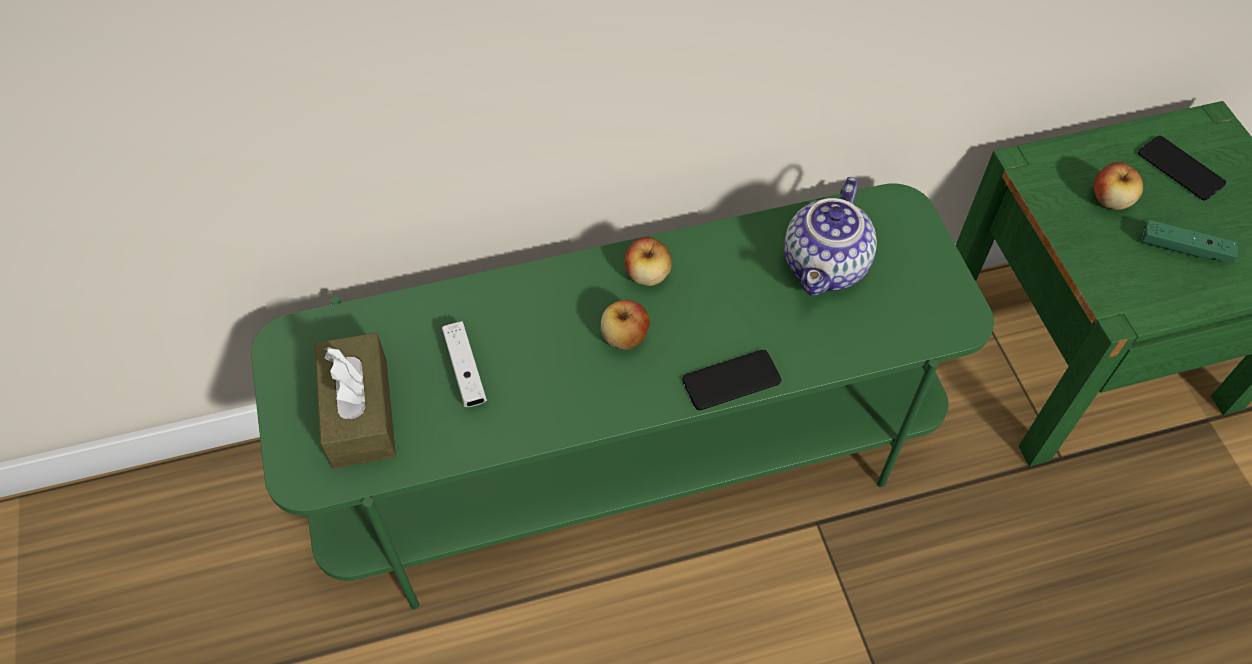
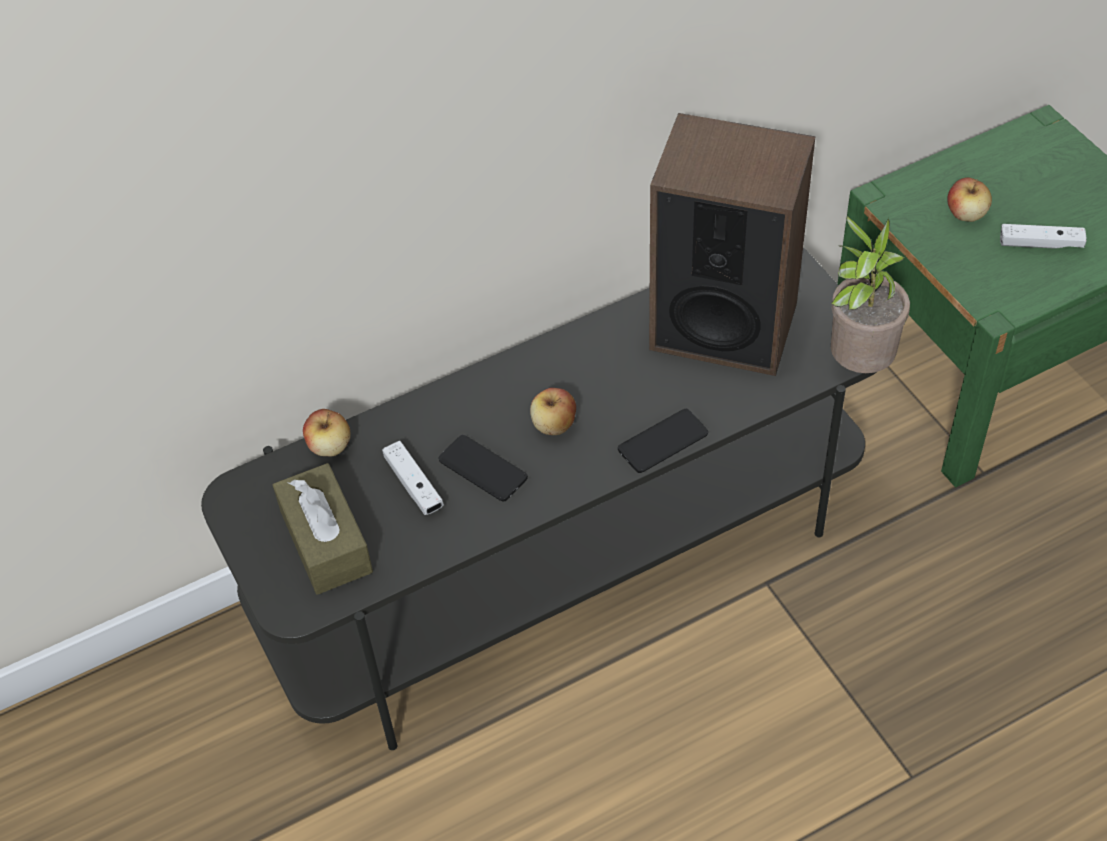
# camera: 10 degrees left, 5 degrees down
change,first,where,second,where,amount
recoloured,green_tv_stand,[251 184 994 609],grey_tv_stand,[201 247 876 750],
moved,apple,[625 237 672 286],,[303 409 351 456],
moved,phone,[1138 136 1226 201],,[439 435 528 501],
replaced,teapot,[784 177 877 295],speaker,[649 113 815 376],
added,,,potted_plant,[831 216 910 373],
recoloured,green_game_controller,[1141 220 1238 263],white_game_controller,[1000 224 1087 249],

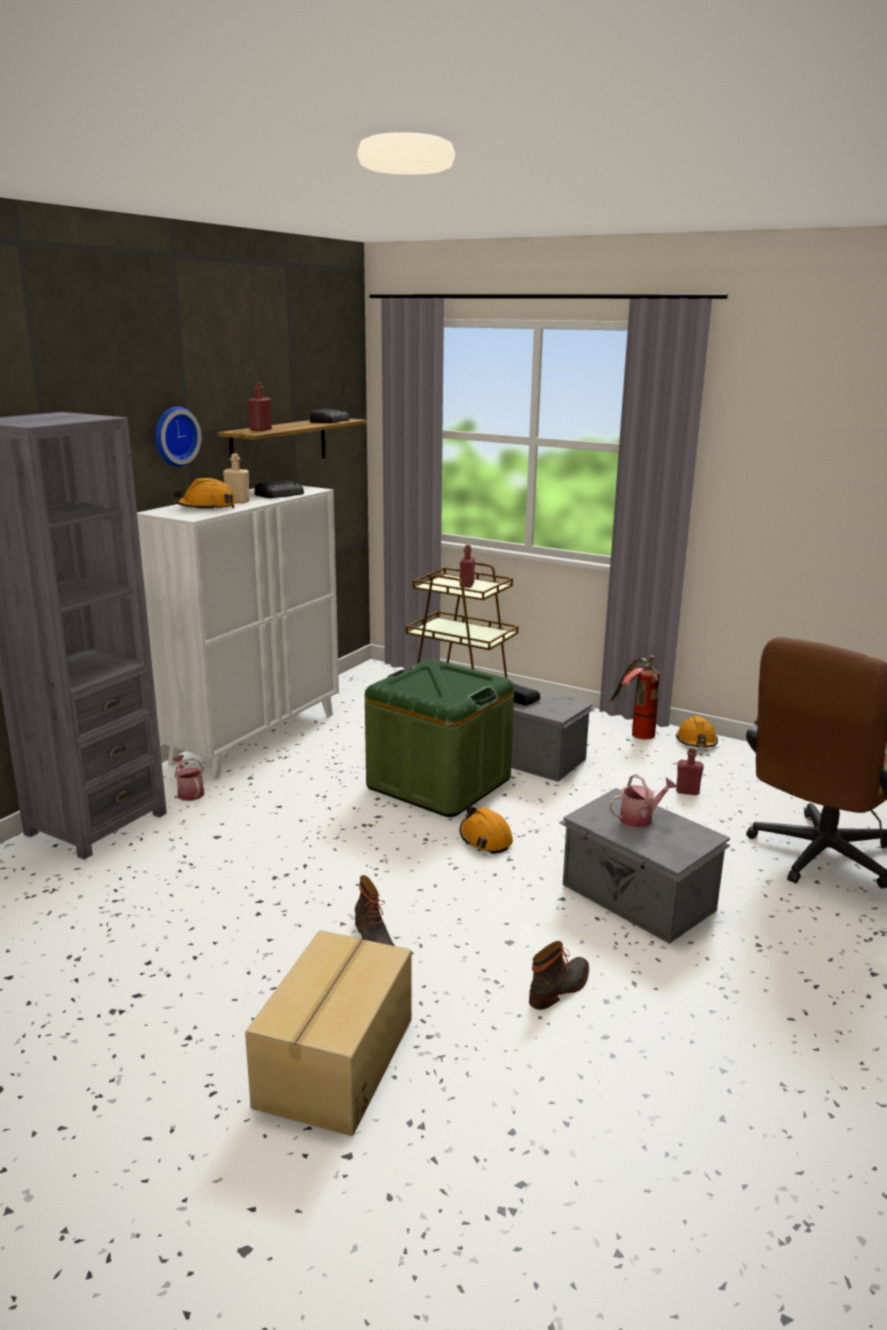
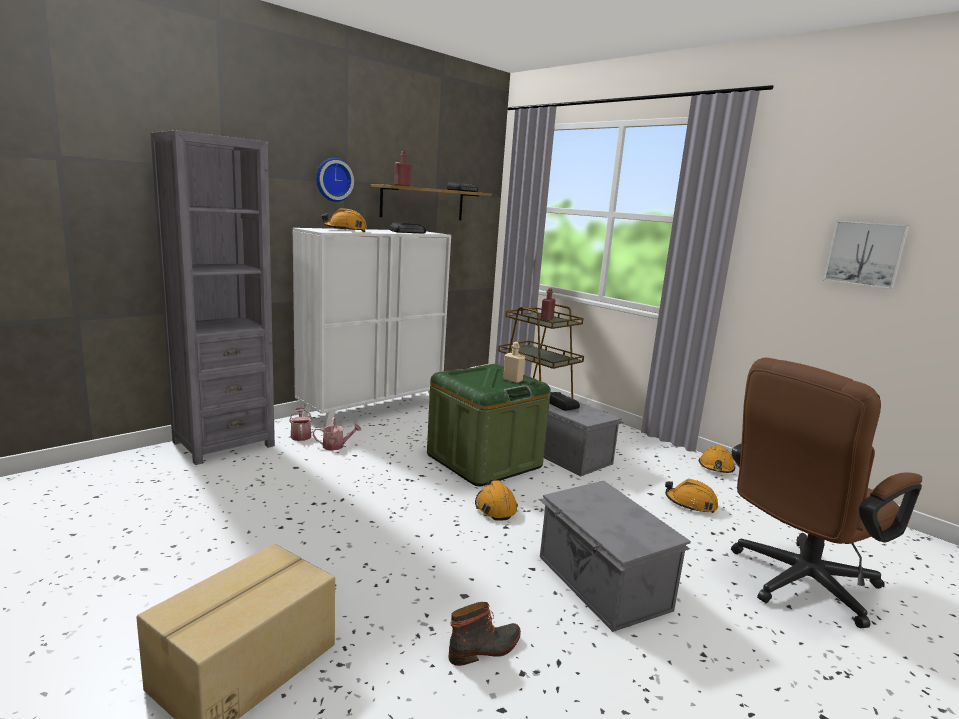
# camera: 15 degrees right, 5 degrees down
change,first,where,second,where,amount
moved,watering_can,[609 774 677 827],,[313 417 361 451],
moved,beige_bottle,[223 453 250 503],,[503 342 525 383],
replaced,red_bottle,[676 747 704 795],orange_hard_hat,[665 479 718 513],
added,,,picture,[823 221 909 289],
removed,boot,[355 875 395 946],,,
removed,fire_extinguisher,[609 655 660 739],,,

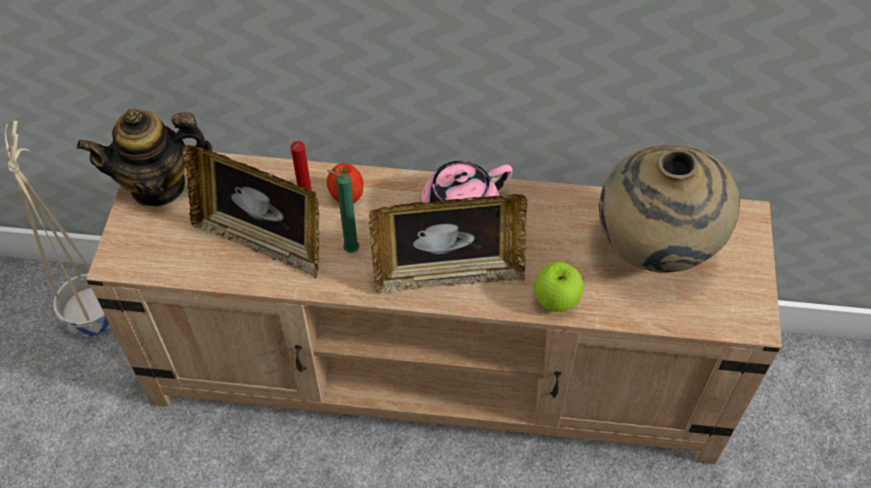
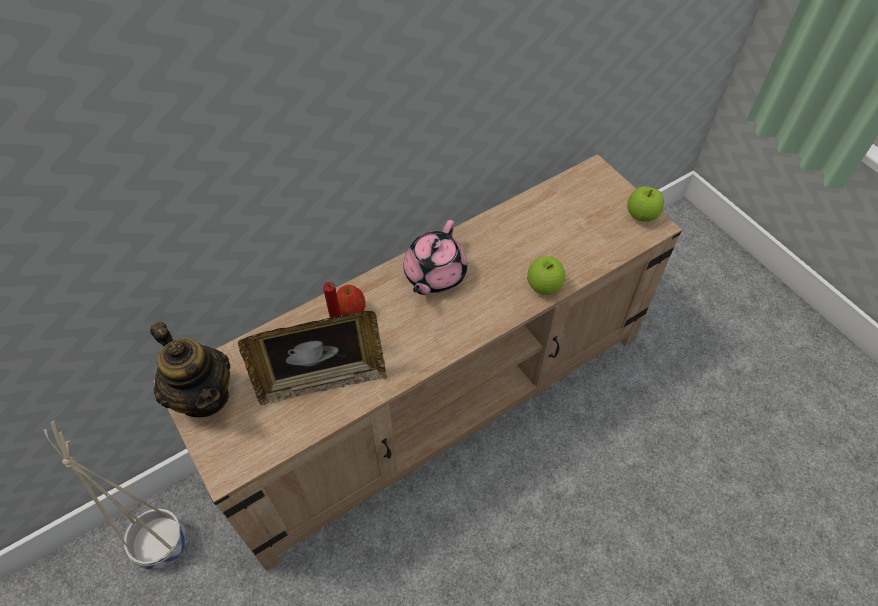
# camera: 40 degrees left, 0 degrees up
change,first,where,second,where,amount
turned,teapot,[77 109 212 207],,[150 322 230 417],75 degrees counterclockwise
added,,,apple,[627 186 664 222],
removed,green_candle,[327 170 359 253],,,
removed,picture_frame,[369 194 528 293],,,
removed,beige_vase,[599 145 740 273],,,

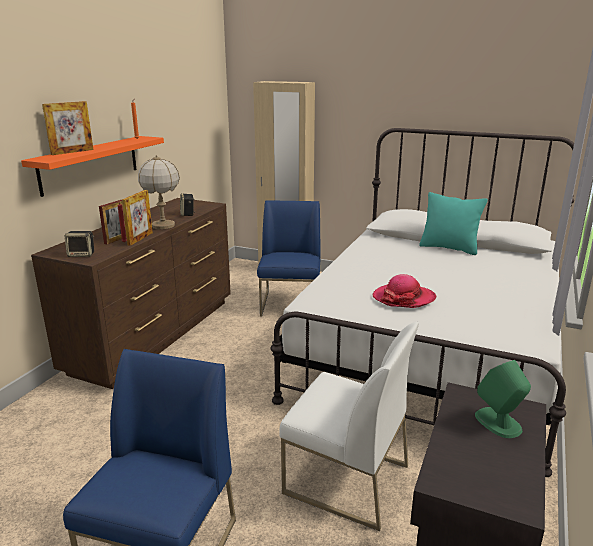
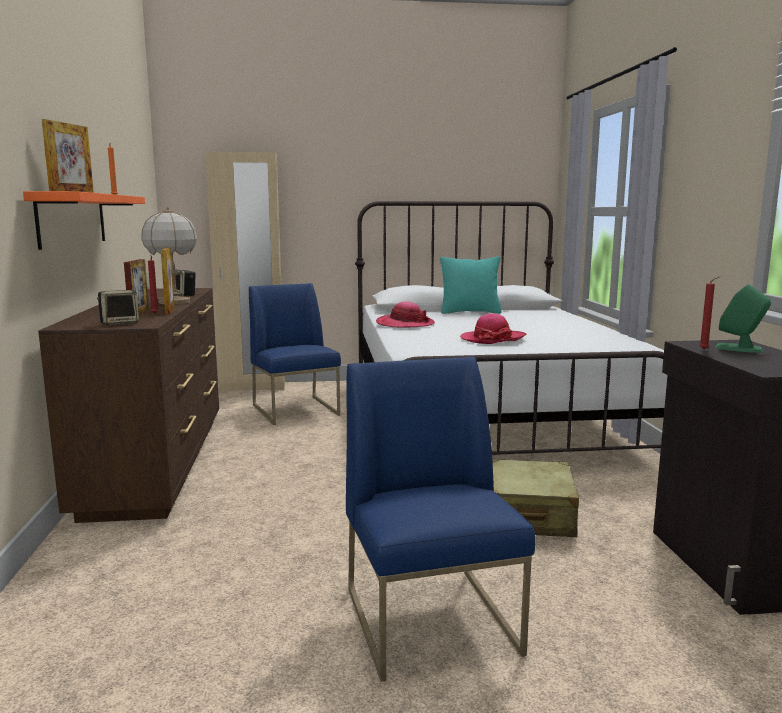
# camera: 30 degrees left, 10 degrees down
change,first,where,second,where,amount
added,,,hat,[376 301 435 328],
replaced,white_chair,[280 322 419 531],beige_suitcase,[492 459 579 537],
added,,,red_candle,[699 276 720 350],

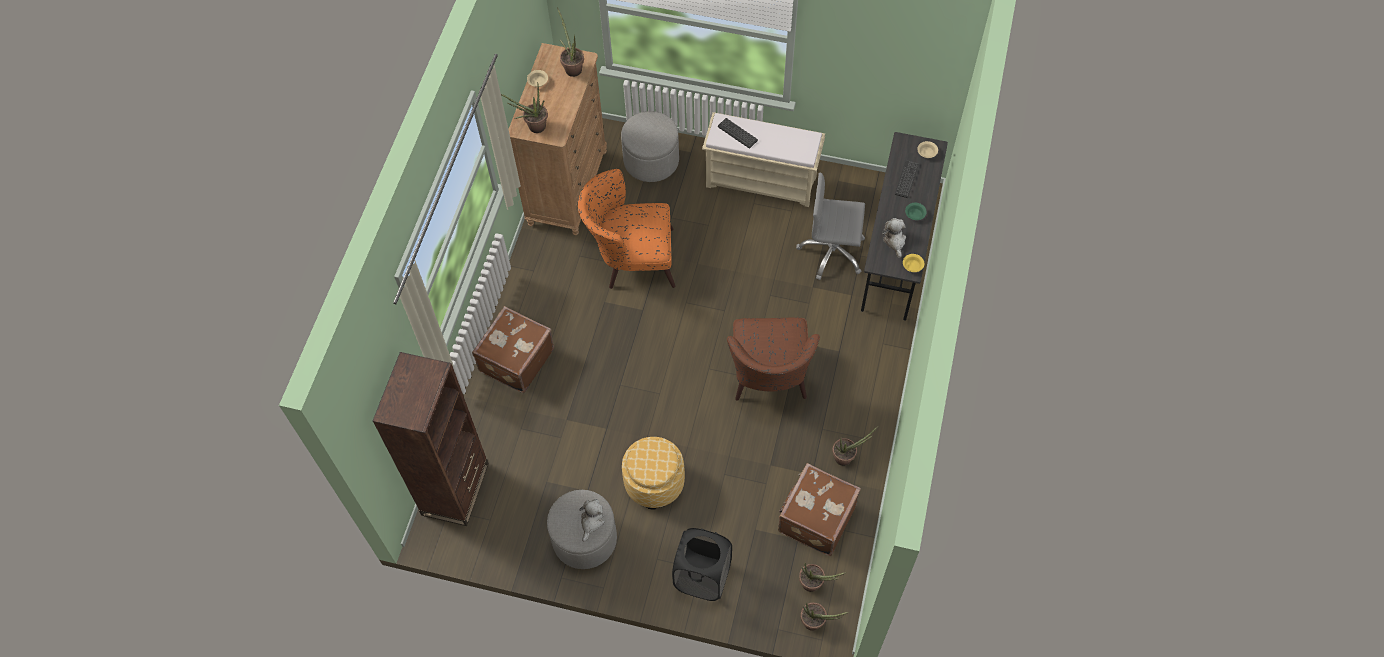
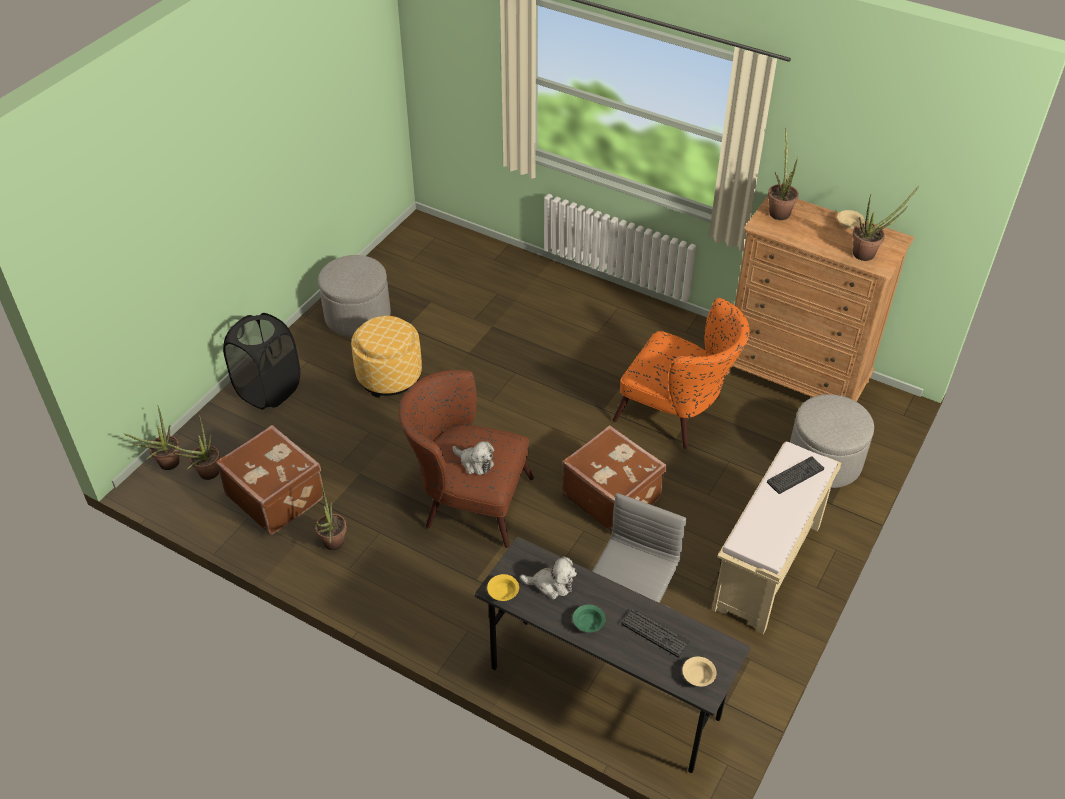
# camera: 105 degrees right, 15 degrees down
change,first,where,second,where,amount
moved,plush_toy,[579 499 605 541],,[452 441 494 475],
moved,brown_suitcase,[472 306 554 393],,[562 425 666 532],
turned,orange_armchair,[578 169 675 289],,[612 298 749 449],105 degrees clockwise
removed,brown_bookcase,[373 352 489 526],,,

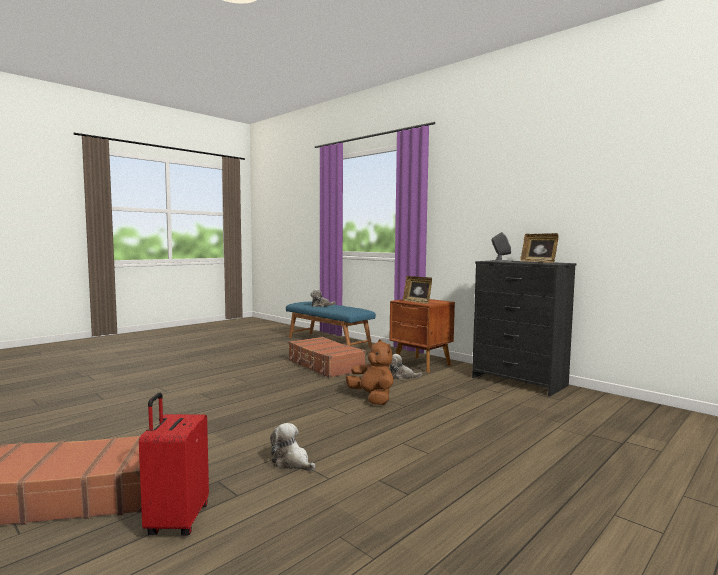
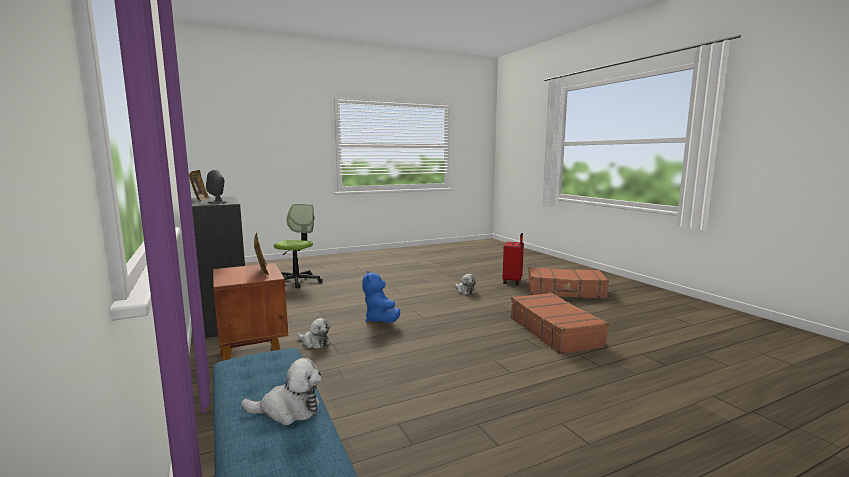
# camera: 160 degrees left, 5 degrees up
change,first,where,second,where,amount
added,,,office_chair,[274 204 323 289],
recoloured,brown_plush_toy,[346 339 394 405],blue_plush_toy,[362 271 400 323],
moved,brown_suitcase,[288 337 366 378],,[511 293 609 354],

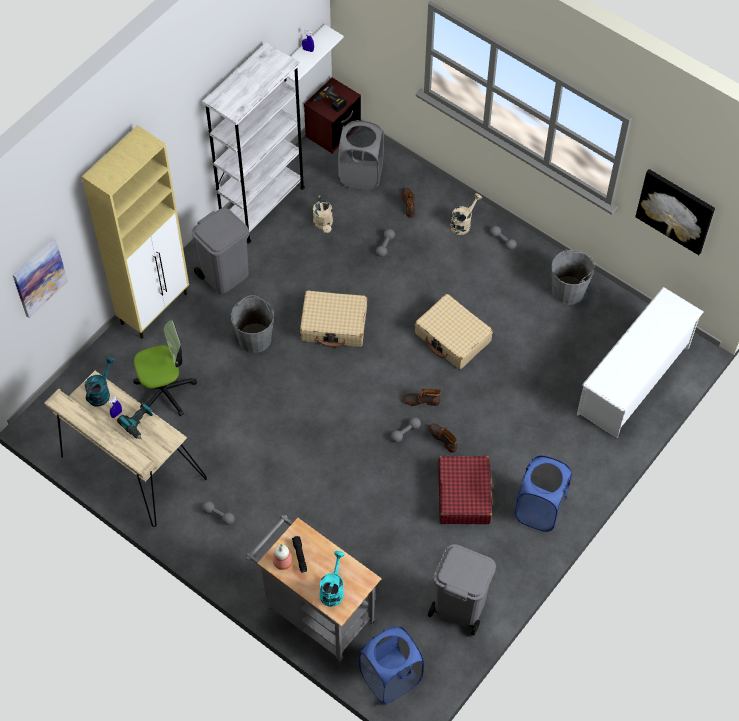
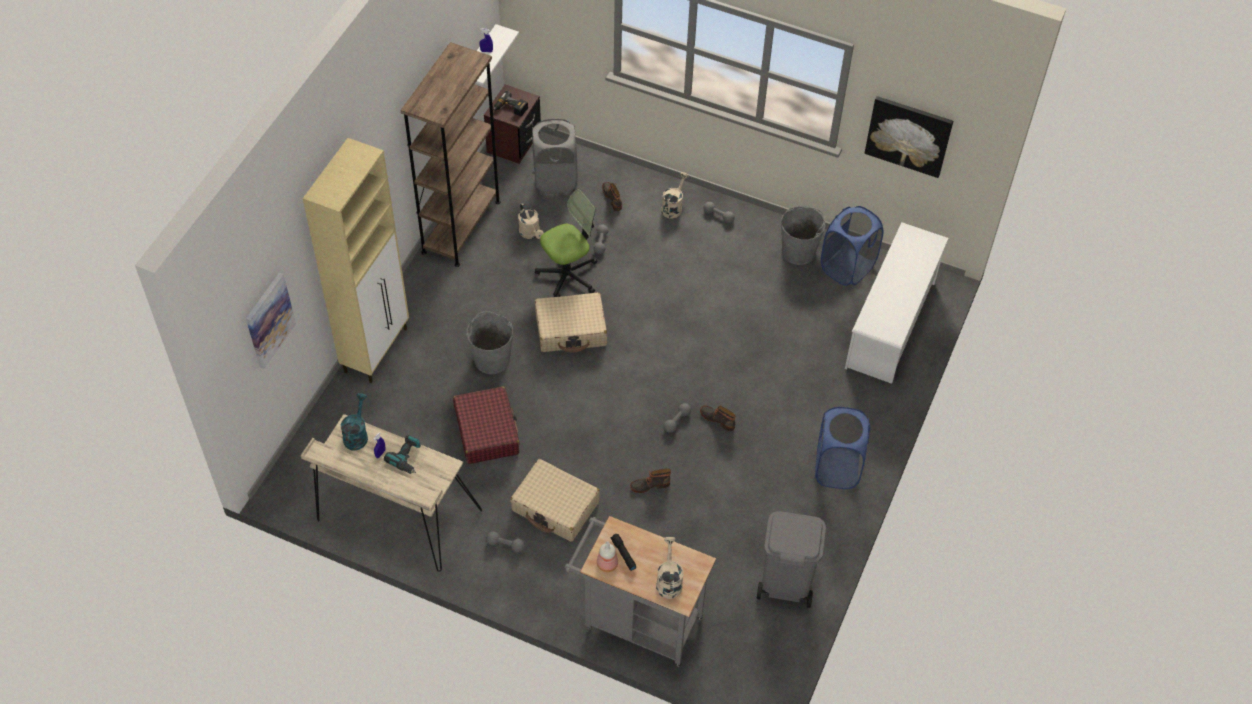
# camera: 15 degrees left, 5 degrees down
change,first,where,second,where,amount
recoloured,white_bookcase,[202 42 305 243],brown_bookcase,[401 42 501 267],
moved,red_suitcase,[438 456 494 524],,[453 386 520 464],
moved,beige_suitcase,[415 294 493 370],,[510 459 600 542],
moved,office_chair,[133 320 197 416],,[535 189 598 297],
moved,boot,[403 388 441 406],,[630 468 671 493],
recoloured,turquoise_watering_can,[320 551 344 607],beige_watering_can,[656 537 684 599],
moved,blue_laundry_basket,[359 626 424 704],,[821 206 884 286],
removed,grey_trash_can,[192 208 249 294],,,

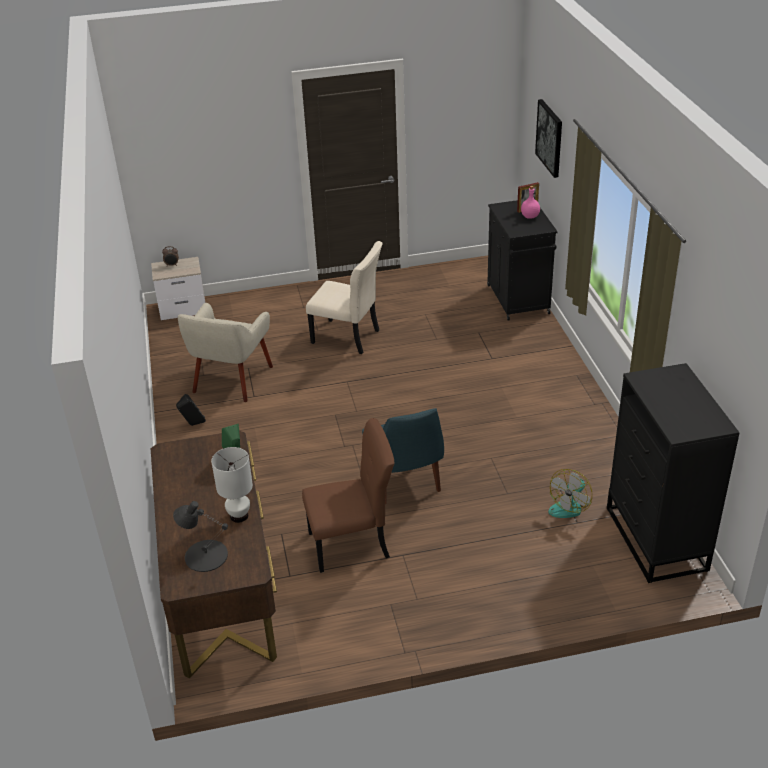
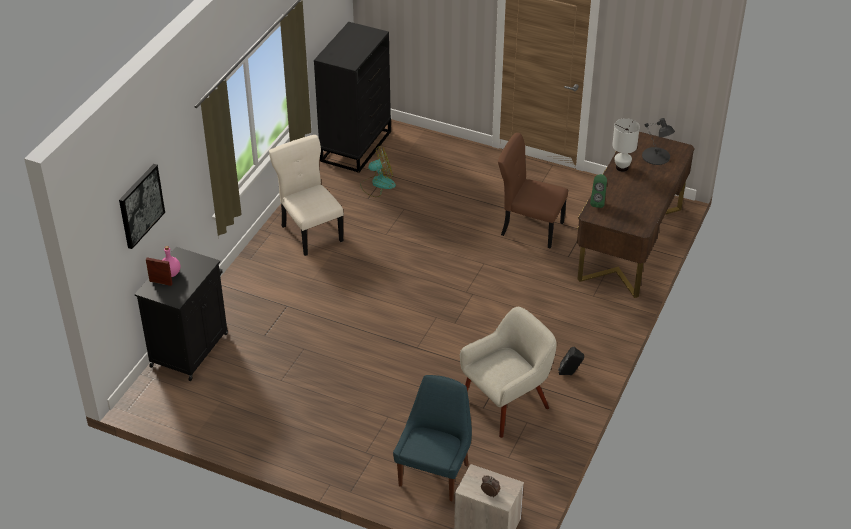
# camera: 145 degrees left, 5 degrees up
change,first,where,second,where,amount
moved,beige_chair,[306 241 383 354],,[269 135 344 256],
moved,blue_chair,[362 408 444 504],,[393 375 472 501],

